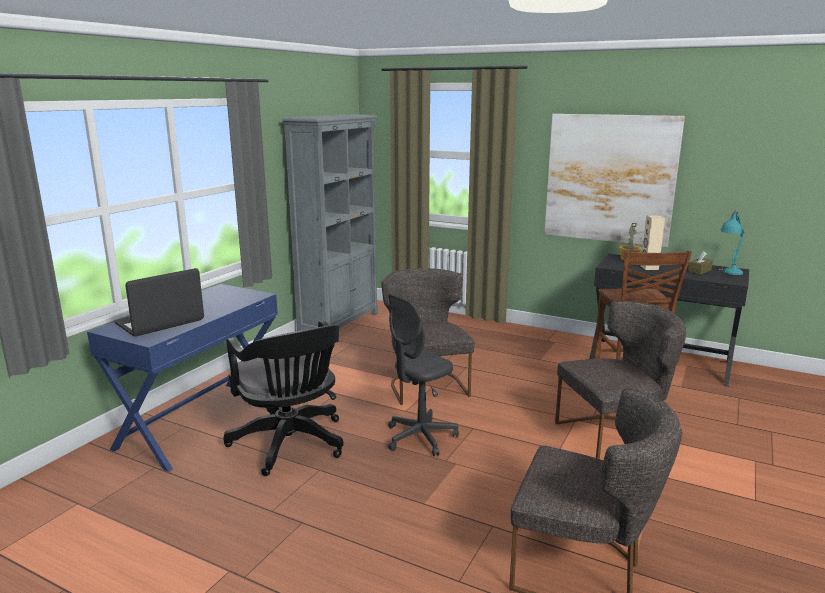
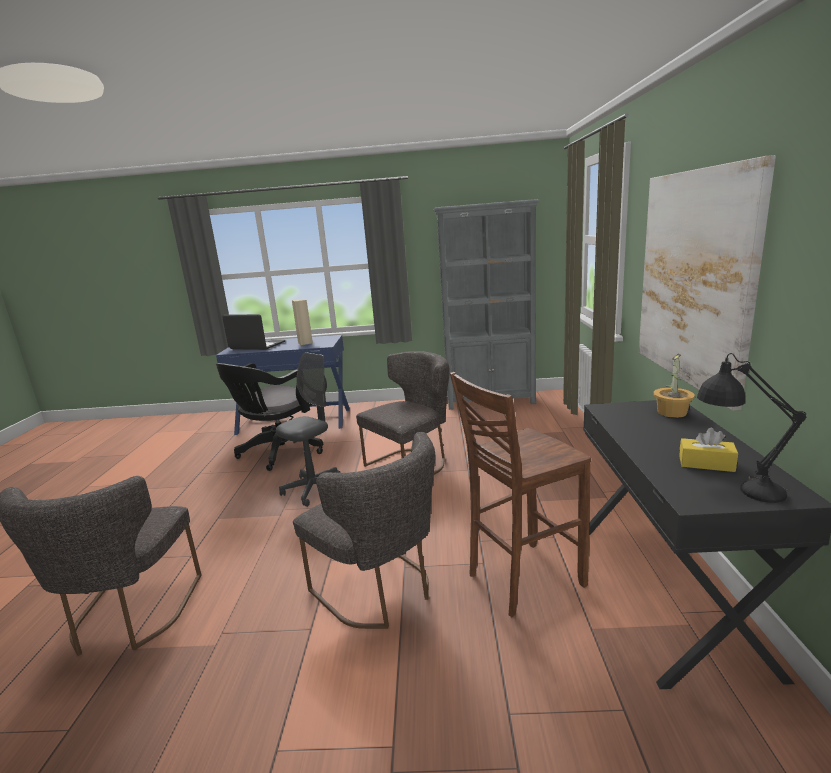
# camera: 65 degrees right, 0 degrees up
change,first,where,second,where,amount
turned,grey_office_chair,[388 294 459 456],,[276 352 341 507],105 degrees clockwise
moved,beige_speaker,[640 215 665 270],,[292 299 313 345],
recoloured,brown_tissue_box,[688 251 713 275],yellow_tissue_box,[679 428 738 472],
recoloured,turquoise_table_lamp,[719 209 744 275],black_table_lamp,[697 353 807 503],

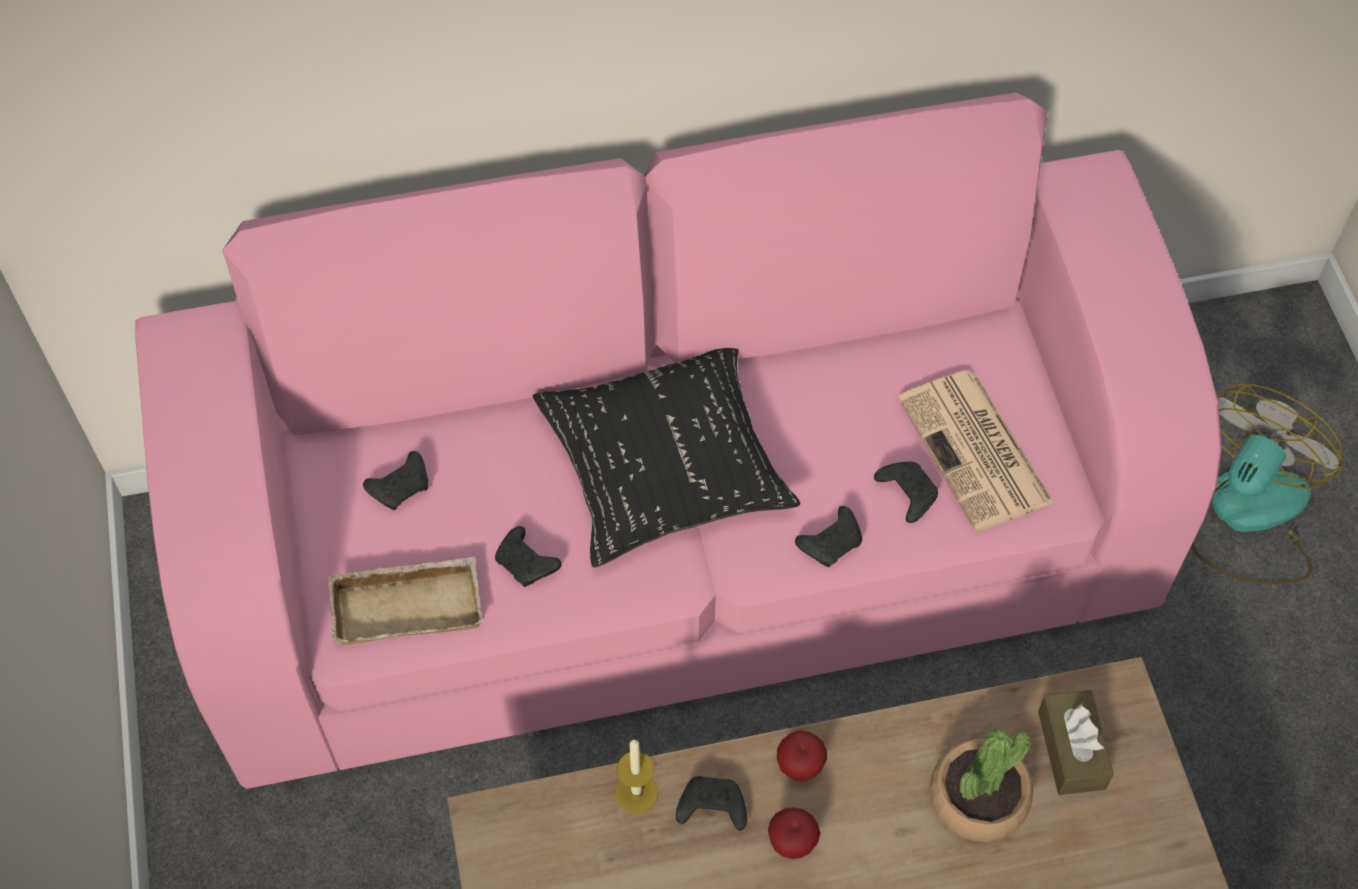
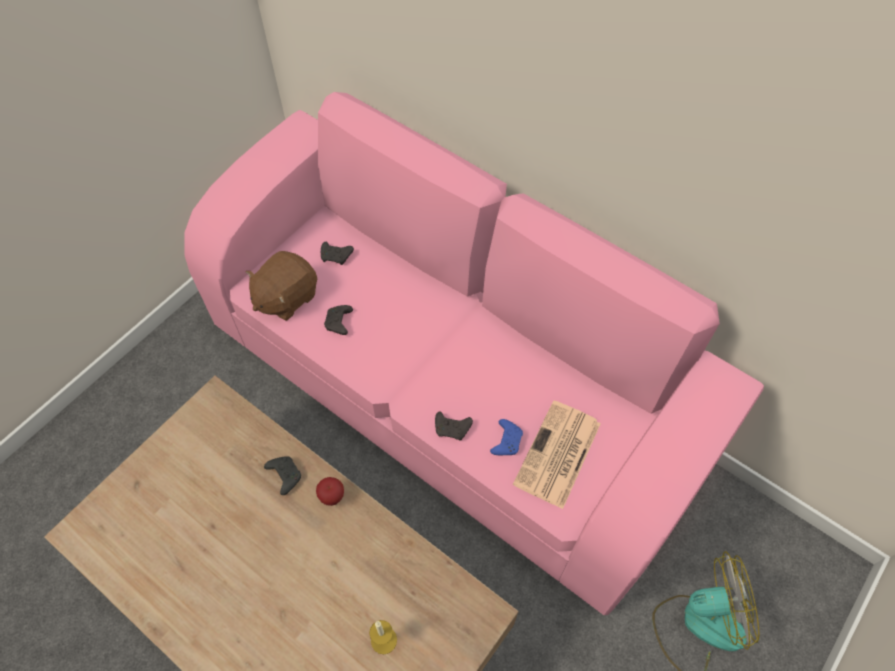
# camera: 50 degrees right, 0 degrees up
change,first,where,second,where,amount
replaced,beige_tray,[328 556 483 645],brown_plush_toy,[245 251 317 321],
moved,candle,[615 739 658 814],,[369 620 397 654],
recoloured,black_game_controller,[874 462 938 523],blue_game_controller,[490 419 523 455],
removed,black_pillow,[533 348 800 568],,,
removed,apple,[768 807 820 859],,,
removed,potted_plant,[930 728 1033 842],,,
removed,brown_tissue_box,[1038 690 1114 795],,,

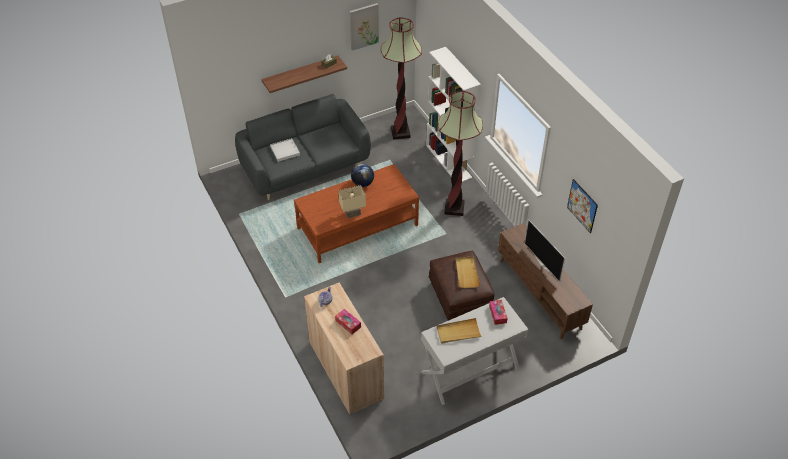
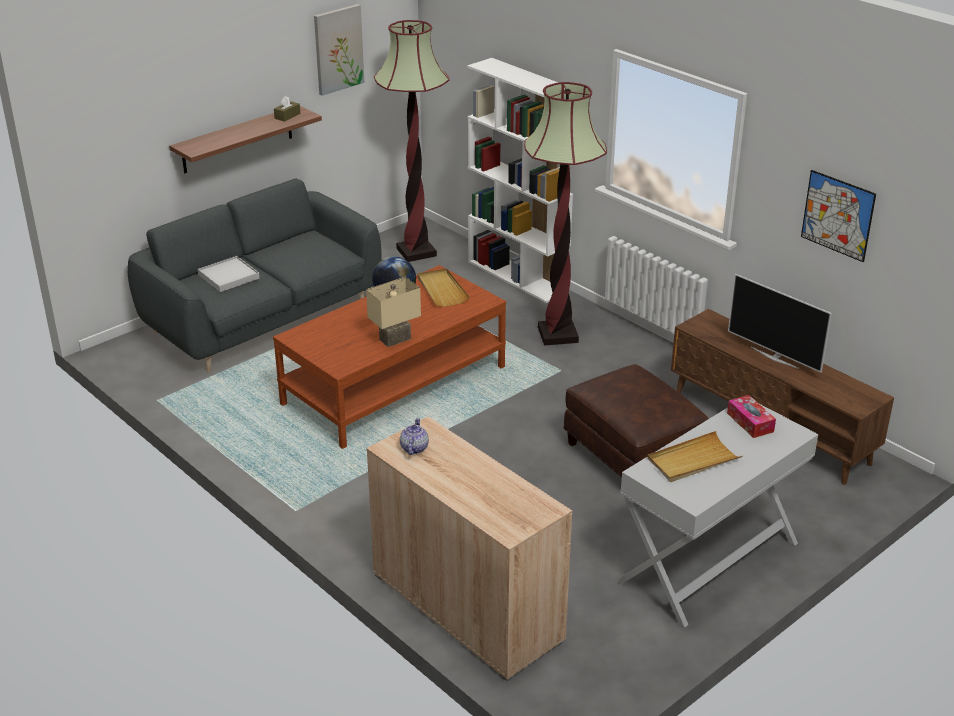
# camera: 15 degrees left, 15 degrees down
change,first,where,second,where,amount
moved,beige_tray,[456 257 480 288],,[417 268 470 307],
removed,tissue_box,[335 309 361 334],,,

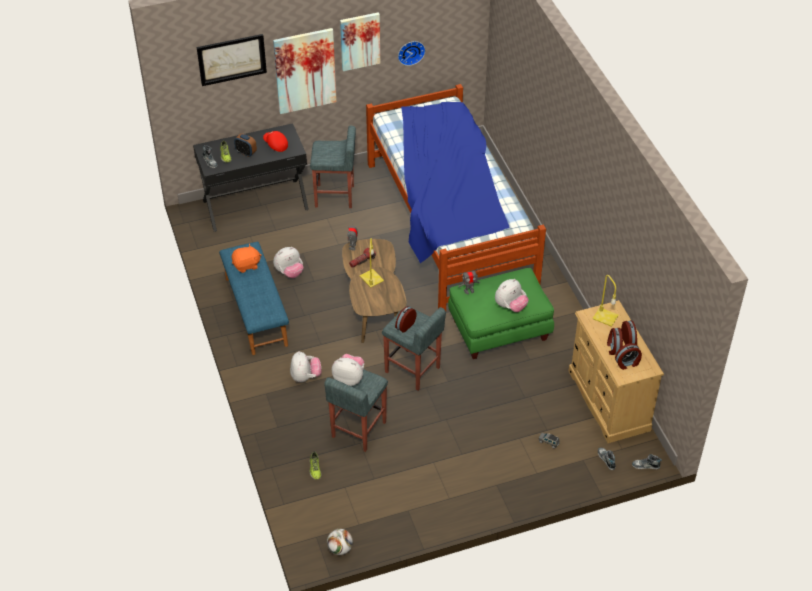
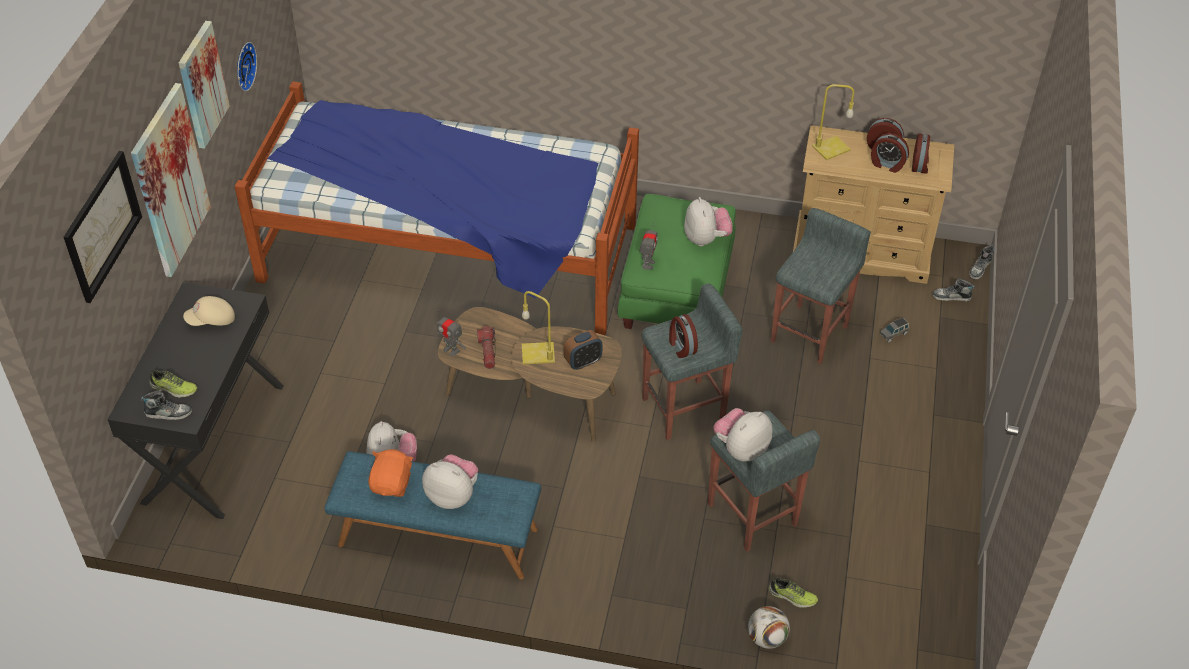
# camera: 60 degrees left, 0 degrees up
change,first,where,second,where,amount
recoloured,red_cap,[263 131 288 152],beige_cap,[183 296 235 326],
moved,plush_toy,[290 351 321 382],,[422 454 478 509],
moved,alarm_clock,[234 133 257 157],,[564 330 602 370],
moved,football,[327 529 353 555],,[748 606 790 649],
moved,grey_stool,[310 126 356 208],,[771 208 871 364],

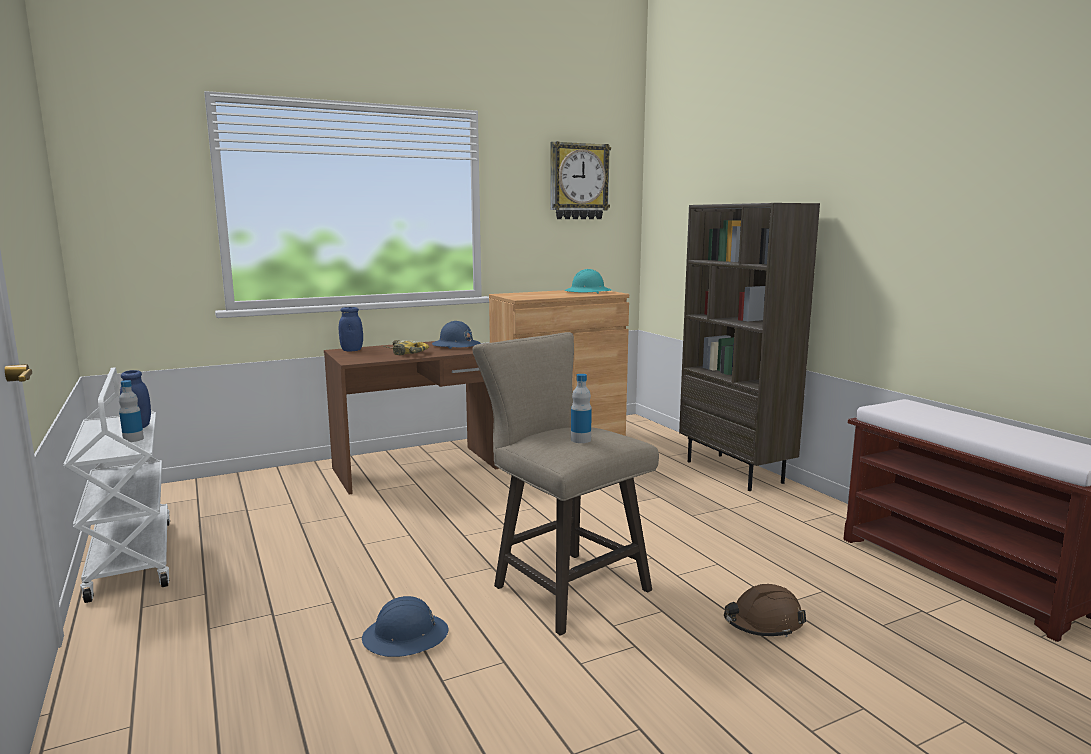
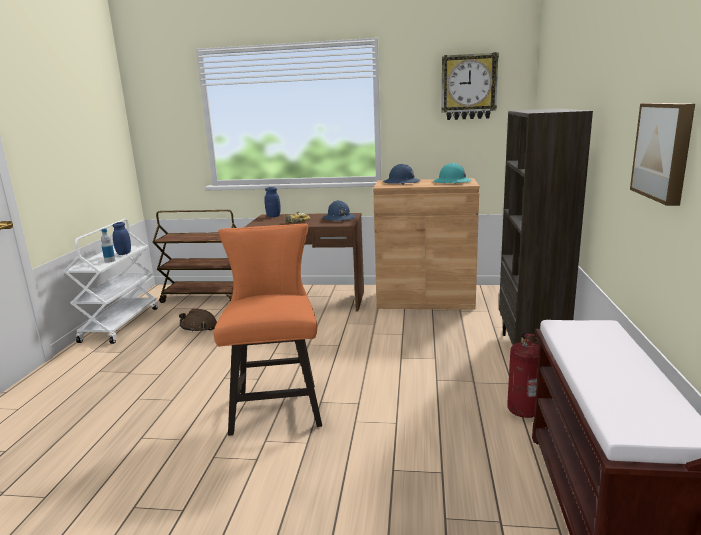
# camera: 35 degrees right, 5 degrees up
change,first,where,second,where,amount
added,,,brown_cart,[153 210 237 303],
moved,brown_hard_hat,[724 584 806 637],,[179 309 217 332],
recoloured,beige_stool,[472 332 659 636],orange_stool,[213 223 322 436],
moved,blue_hard_hat,[362 596 449 657],,[383 164 421 185],
added,,,fire_extinguisher,[507 332 539 418],
added,,,picture,[630 103 695 206],
removed,bottle,[571 374 592 443],,,

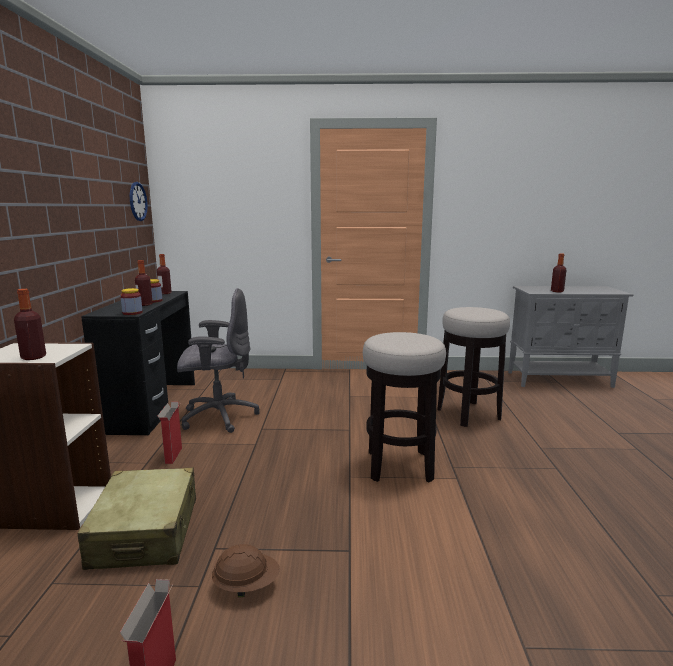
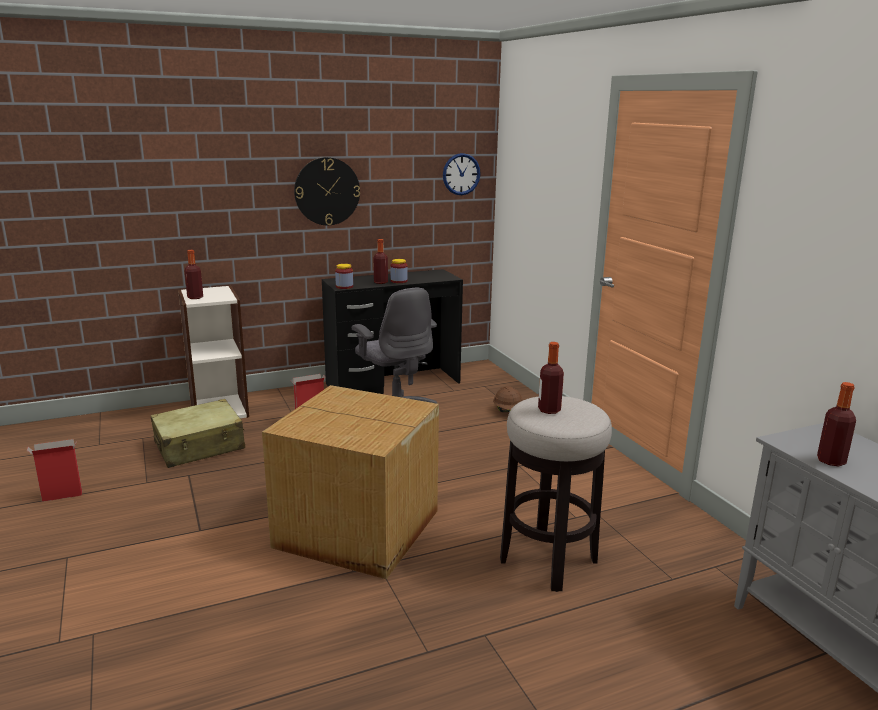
# camera: 65 degrees right, 5 degrees up
change,first,where,second,where,amount
replaced,stool,[363 332 446 482],cardboard_box,[262 385 439 579],
added,,,wall_clock,[294 157 360 225],
moved,brown_hard_hat,[212 544 280 597],,[493 386 523 412],
moved,bottle,[157 254 172 294],,[538 342 564 414],

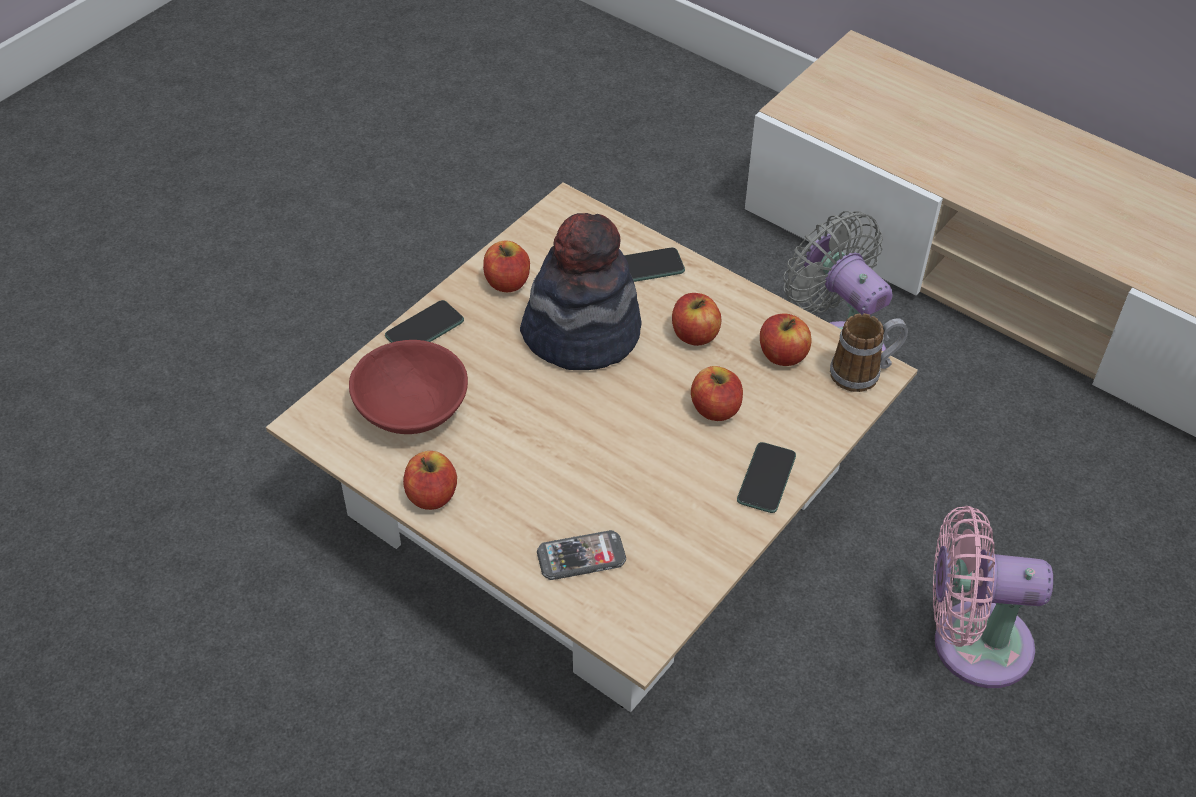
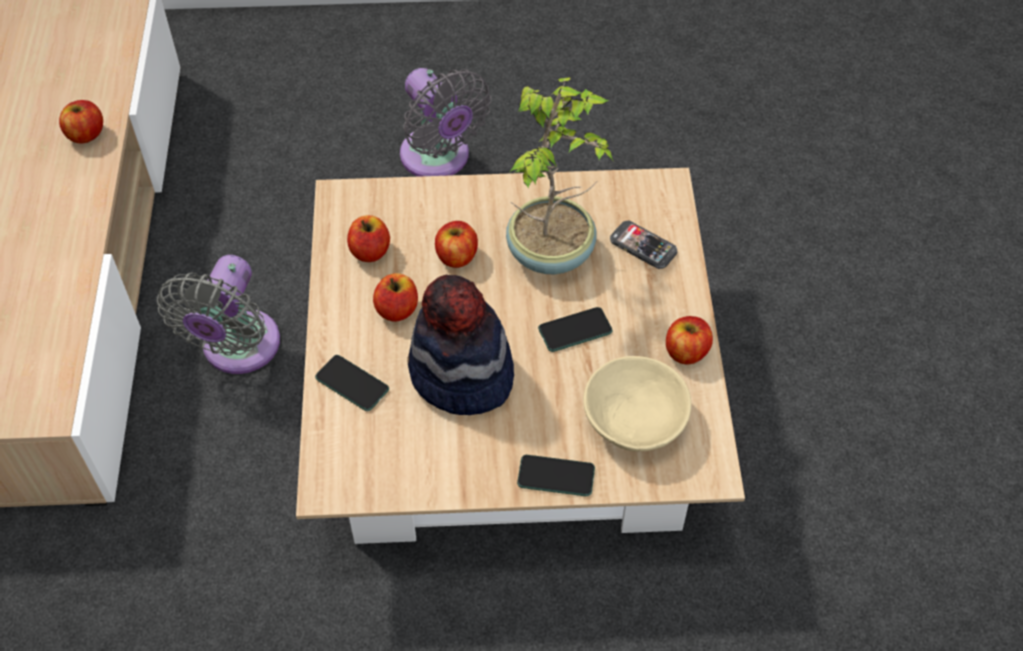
# camera: 130 degrees left, 5 degrees up
change,first,where,second,where,amount
moved,apple,[483 240 530 292],,[59 100 103 143],
recoloured,pink_fan,[933 506 1053 688],grey_fan,[400 68 491 177],
added,,,potted_plant,[506 77 613 274],
moved,phone,[737 442 796 513],,[538 307 612 352],
recoloured,red_bowl,[349 340 468 434],beige_bowl,[583 356 691 452],
removed,mug,[830 314 908 392],,,

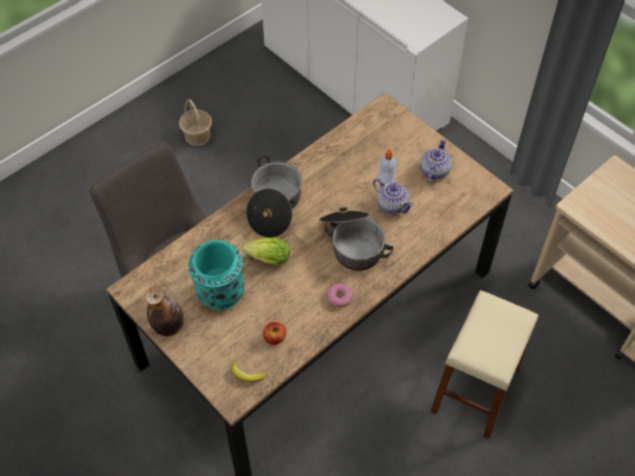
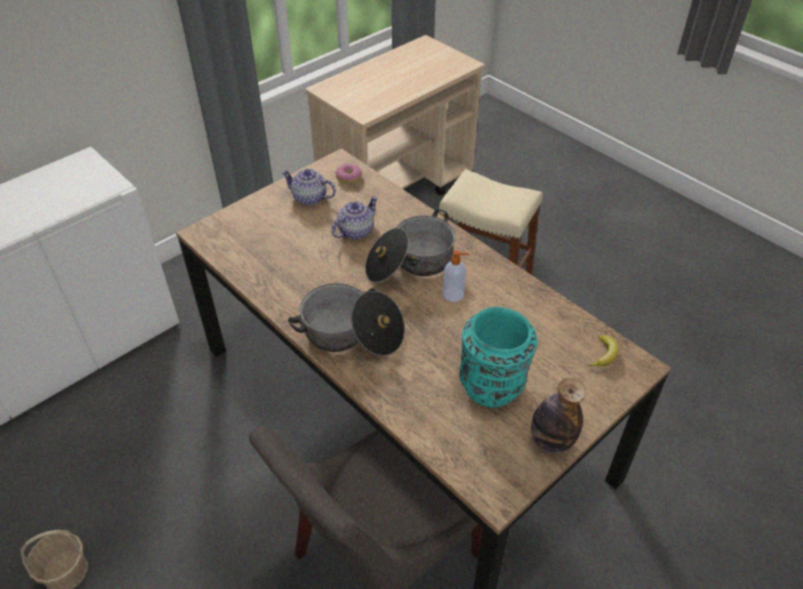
# camera: 90 degrees left, 10 degrees down
change,first,where,second,where,amount
moved,donut,[327 284 353 308],,[336 164 362 184],
moved,soap_dispenser,[379 149 396 184],,[443 250 469 302],
removed,lettuce,[243 238 290 265],,,
removed,apple,[263 322 286 345],,,

